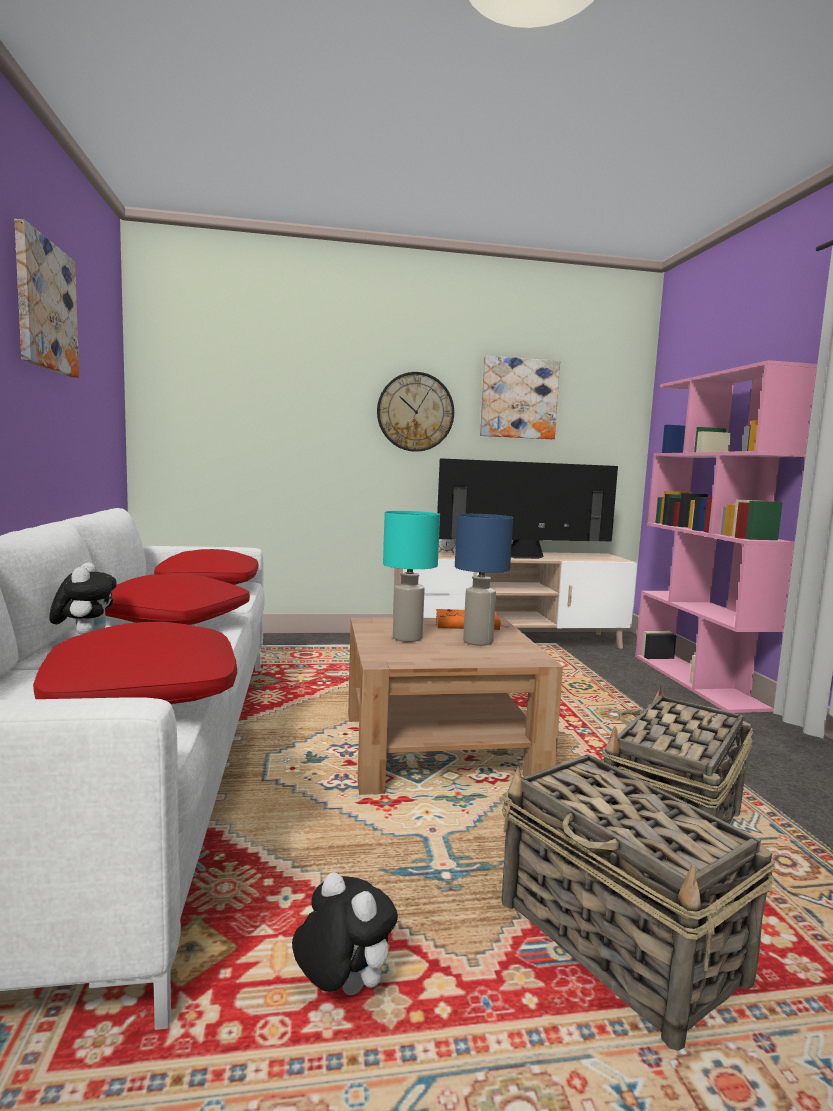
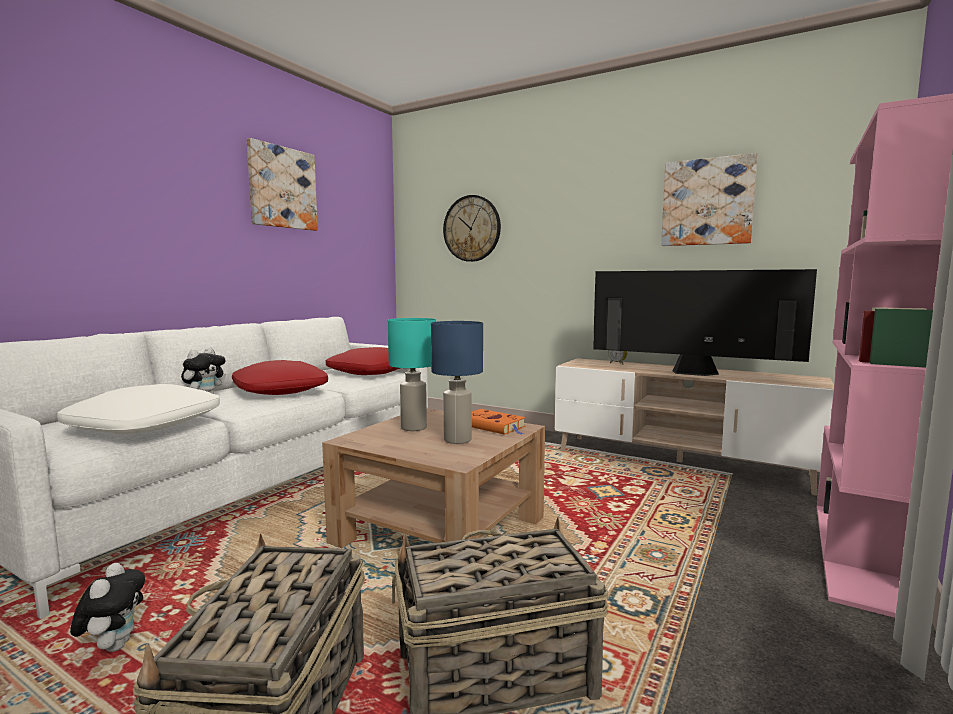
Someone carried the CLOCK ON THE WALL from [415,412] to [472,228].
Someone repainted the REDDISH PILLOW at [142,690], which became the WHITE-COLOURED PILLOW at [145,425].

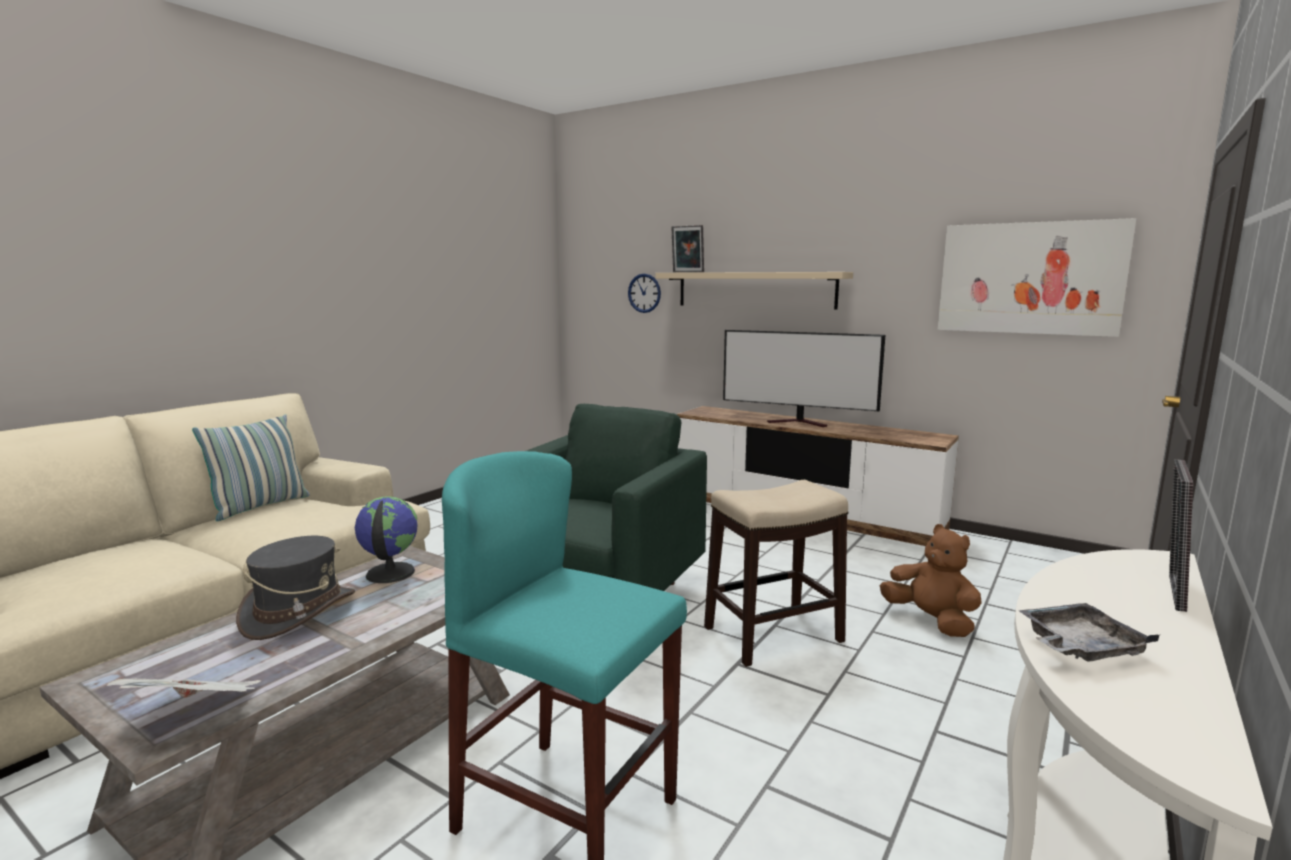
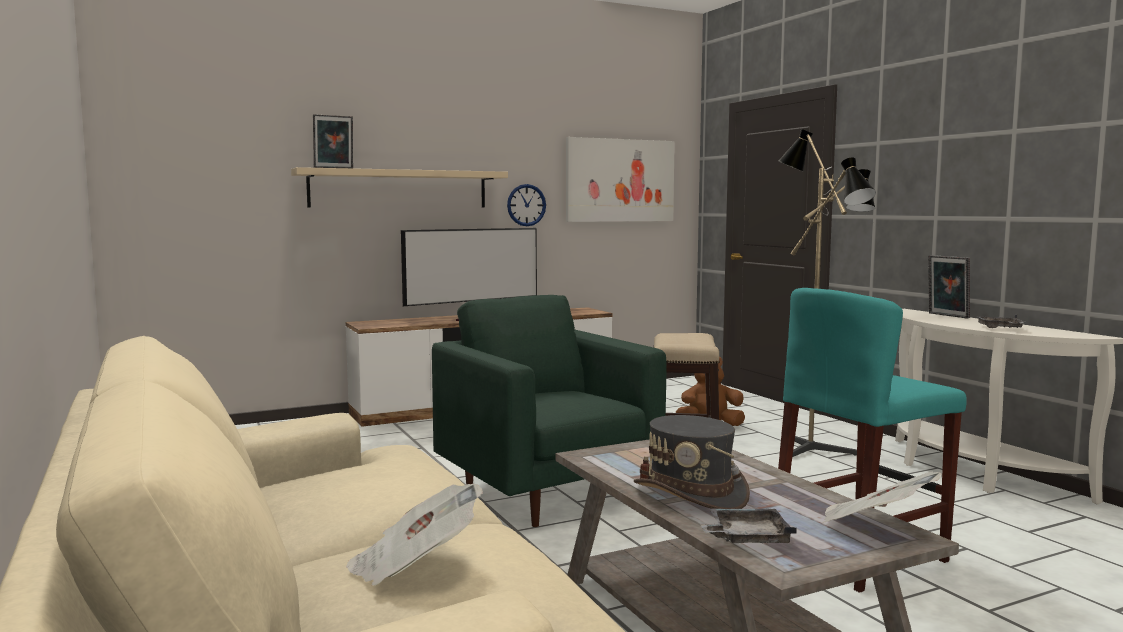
Someone took away the PILLOW at [260,506].
Someone took away the DESK GLOBE at [389,573].
Someone put down the PRINTED PAPER at [414,566].
Someone put down the GREYISH SERVING TRAY at [746,538].
Someone put down the STANDING LAMP at [818,450].
Someone carried the CLOCK ON THE WALL from [644,293] to [526,205].

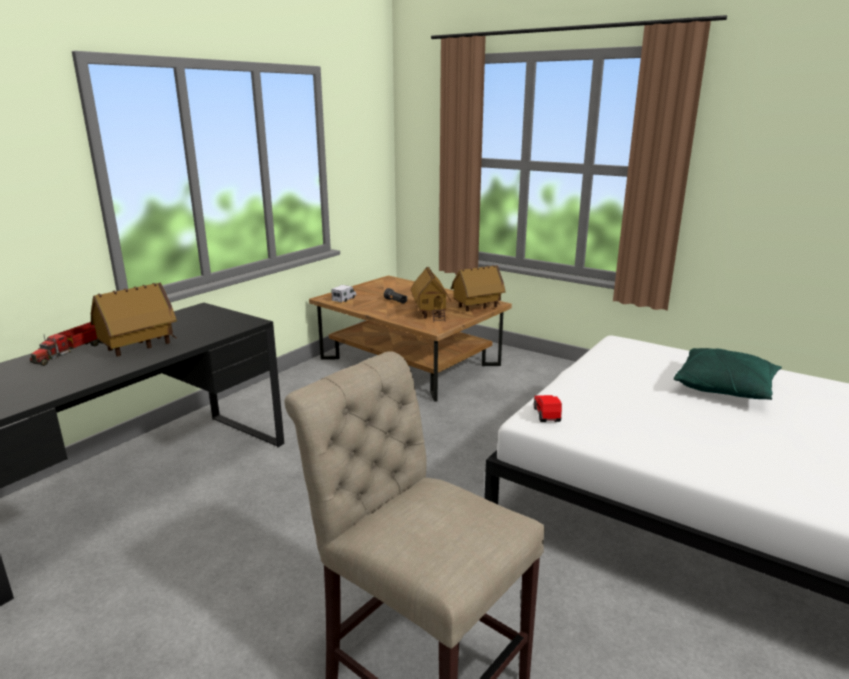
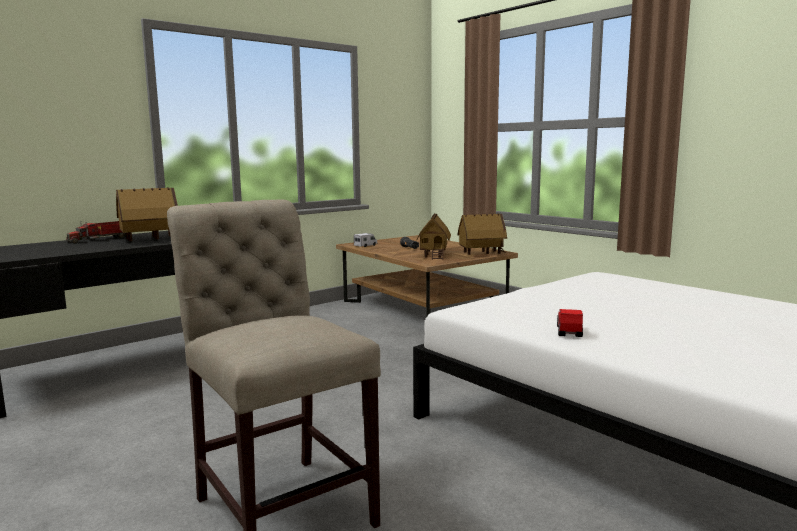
Someone took away the GREEN PILLOW at [725,388].
Someone carried the MODEL CAR from [546,415] to [569,331].

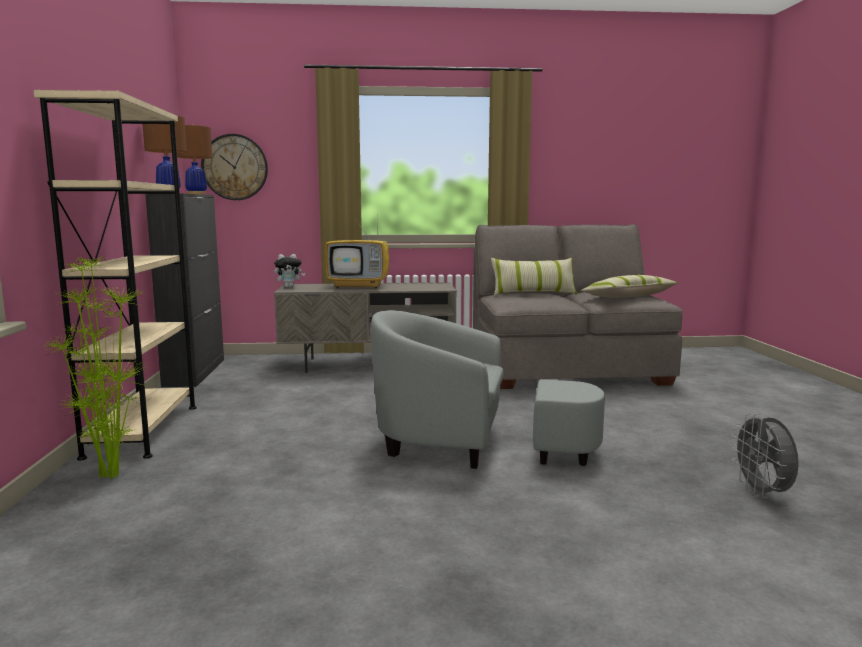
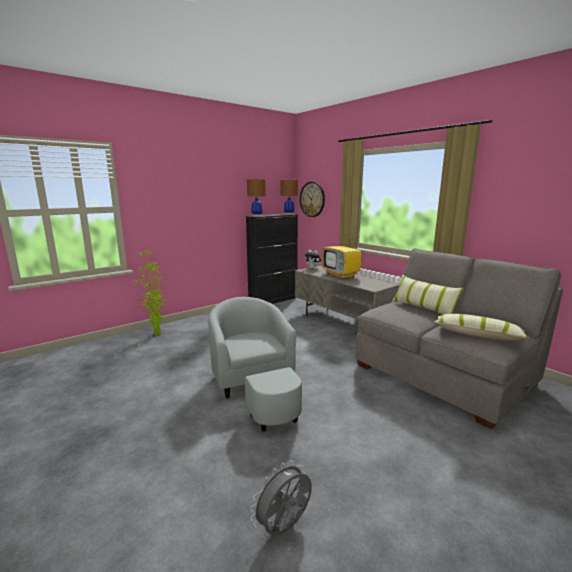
Someone took away the SAND-COLOURED BOOKSHELF at [143,430].

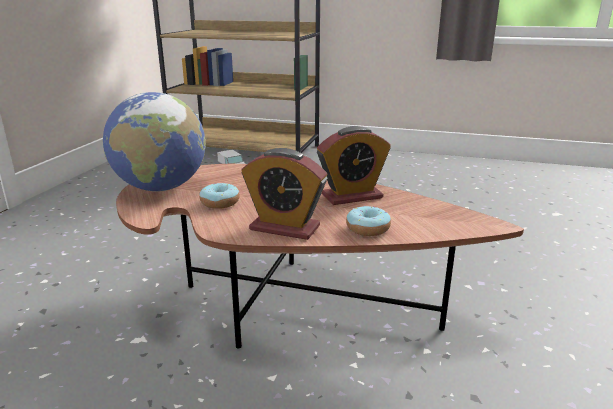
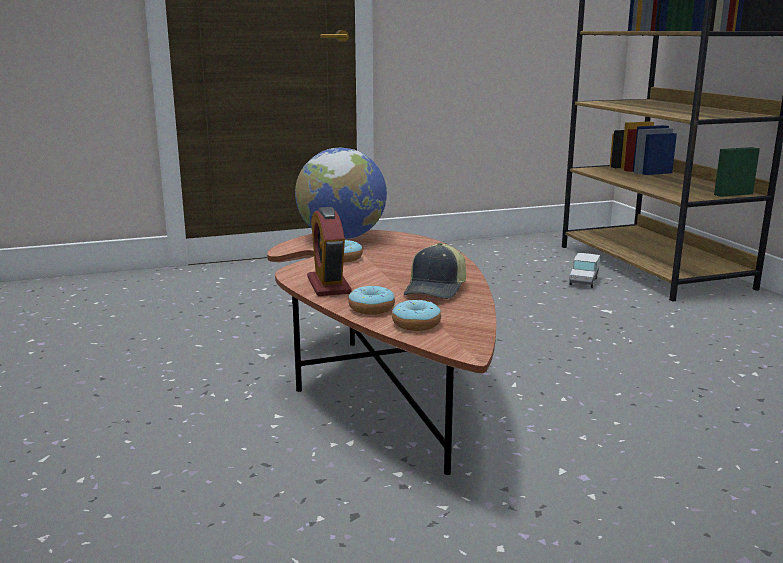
Someone put down the DONUT at [416,324].
Someone swapped the ALARM CLOCK at [352,196] for the PEAKED CAP at [436,289].

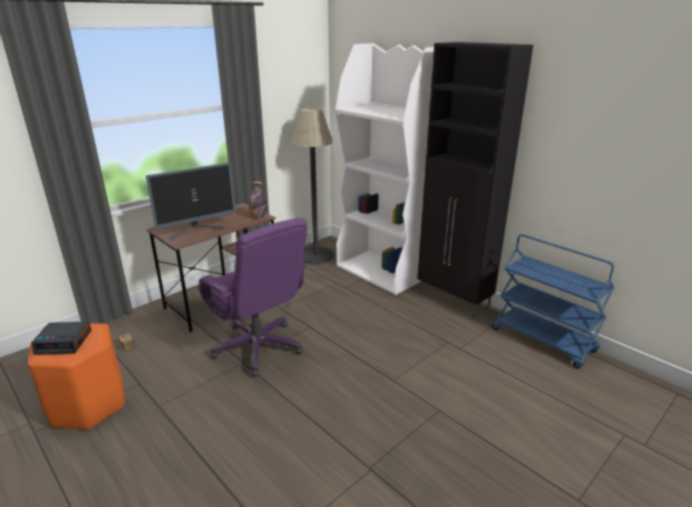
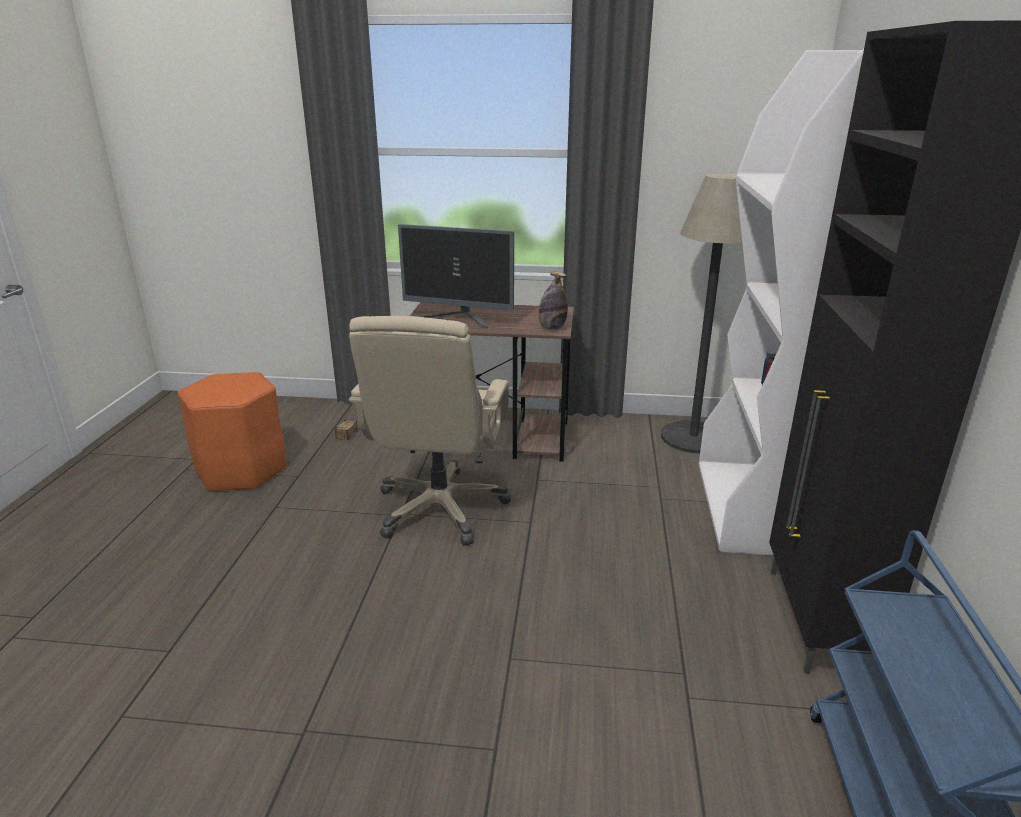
Someone took away the ALARM CLOCK at [65,342].
Someone repainted the PURPLE DESK CHAIR at [258,347], which became the SAND-COLOURED DESK CHAIR at [440,509].

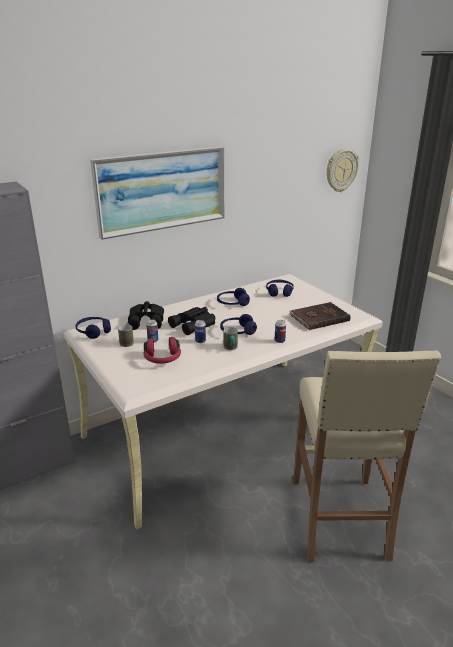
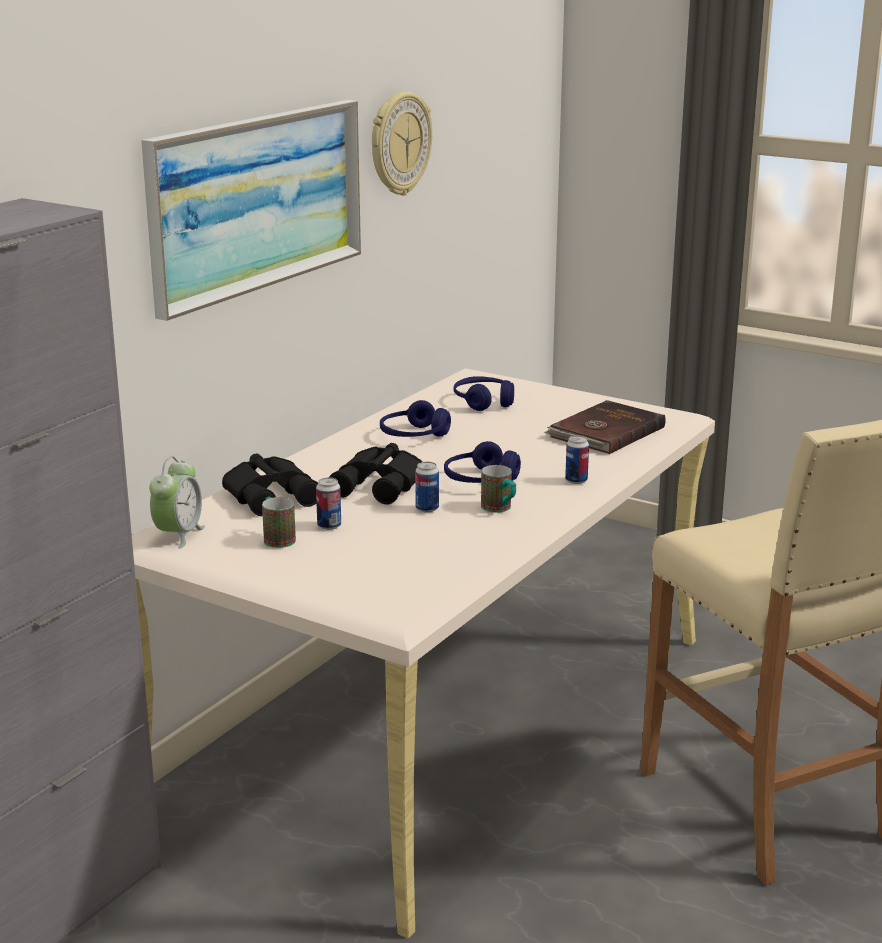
Someone took away the REDDISH HEADSET at [162,359].
Someone carried the CLOCK ON THE WALL from [341,170] to [399,143].
Someone swapped the BLUE HEADSET at [93,331] for the ALARM CLOCK at [178,535].

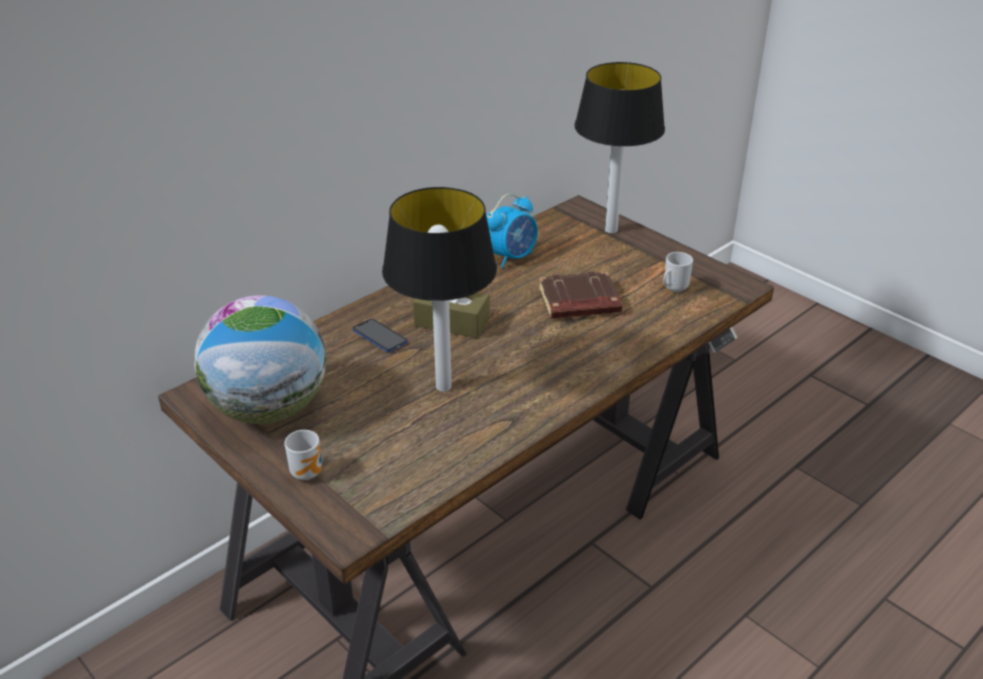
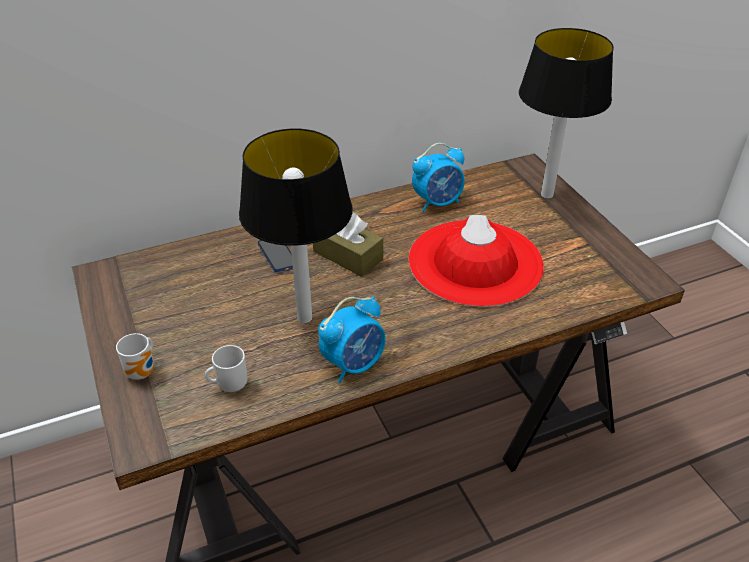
Someone took away the DESK GLOBE at [269,409].
Someone put down the ALARM CLOCK at [354,364].
Someone carried the MUG from [673,288] to [230,385].
Someone swapped the BROWN BOOK at [578,303] for the REDDISH WEARABLE HAT at [475,262].

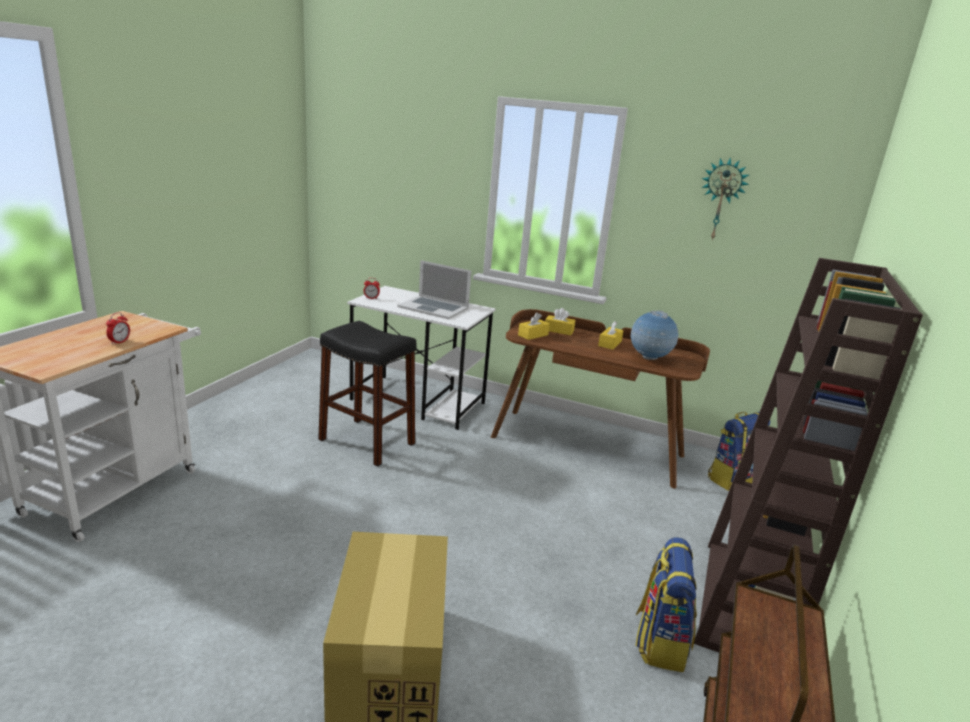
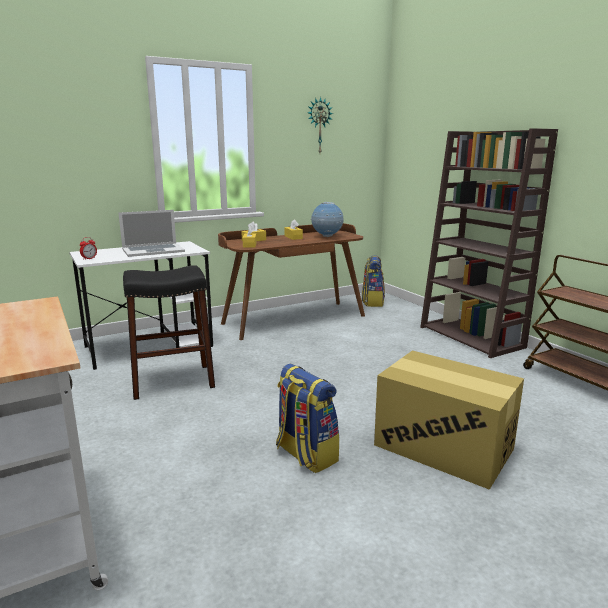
Someone took away the ALARM CLOCK at [119,342].
Someone carried the RUCKSACK from [660,641] to [305,454].

